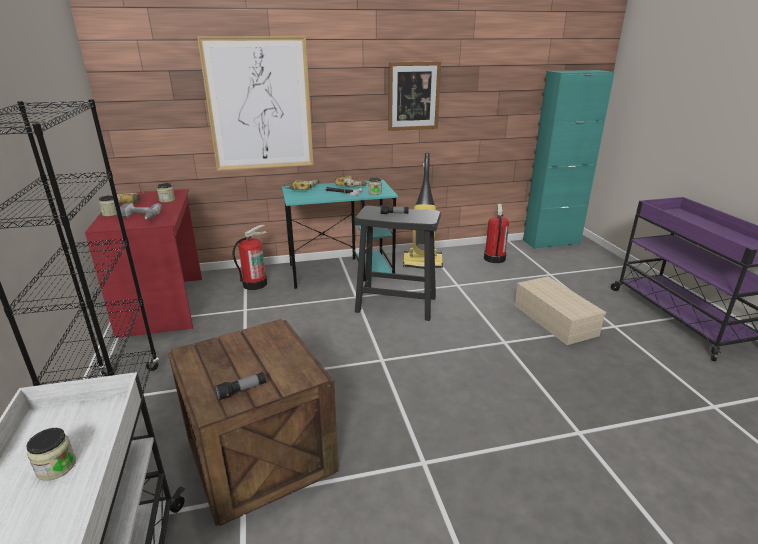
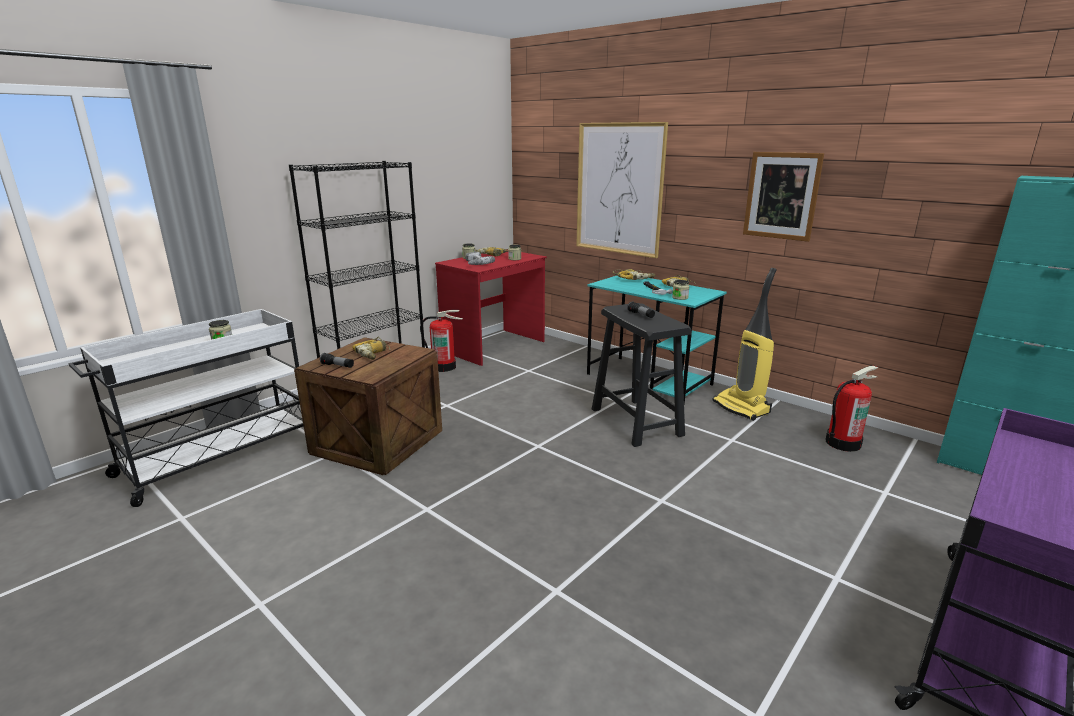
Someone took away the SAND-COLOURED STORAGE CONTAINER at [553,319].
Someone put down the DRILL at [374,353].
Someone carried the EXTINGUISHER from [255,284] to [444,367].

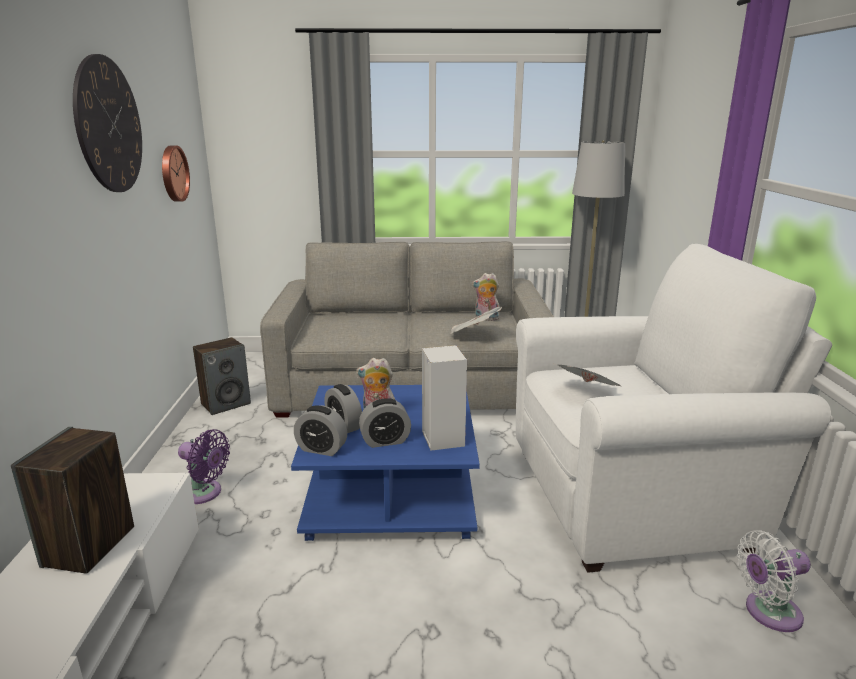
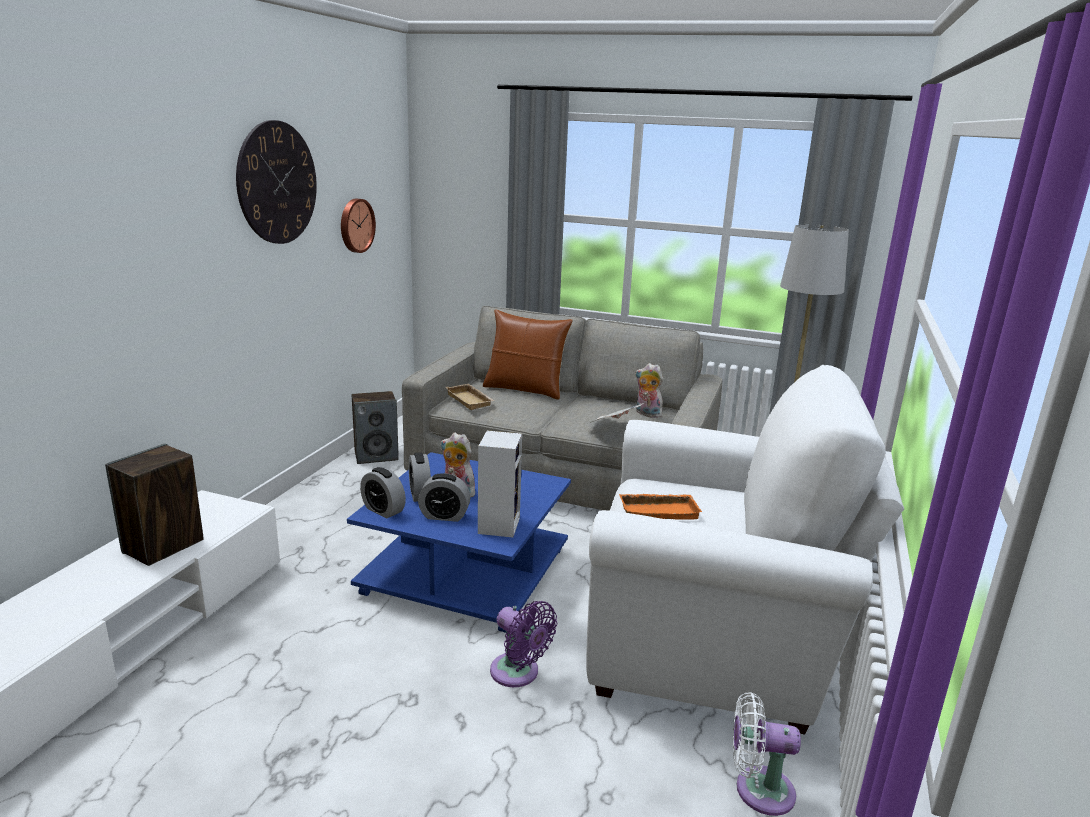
Someone put down the SAND-COLOURED SERVING TRAY at [471,400].
Someone put down the BROWN PILLOW at [525,389].
Someone carried the PURPLE ELECTRIC FAN from [204,493] to [518,673].
Someone swapped the PRINTED PAPER at [588,393] for the ORANGE SERVING TRAY at [659,511].

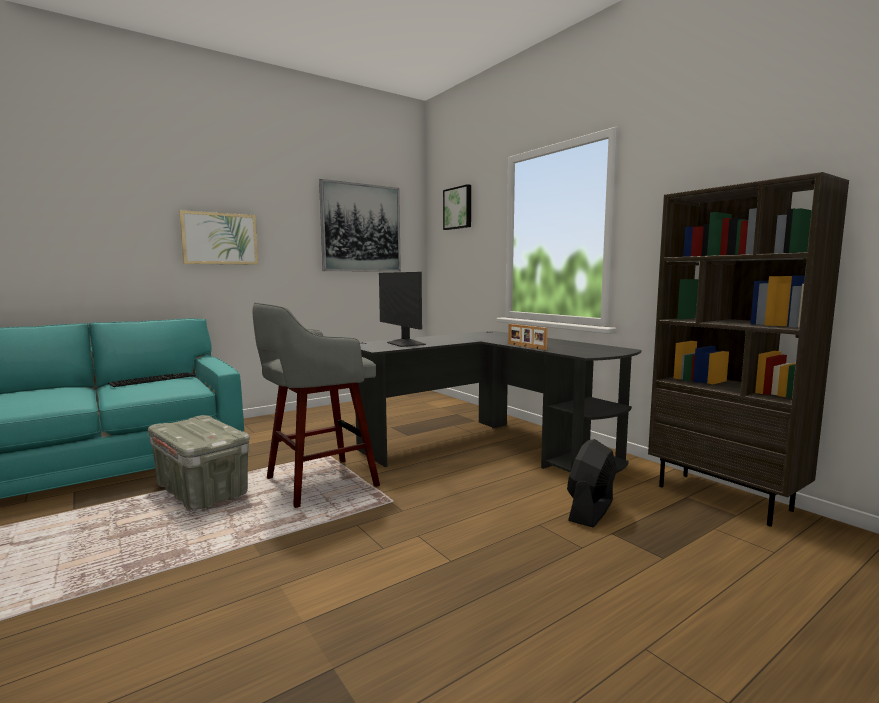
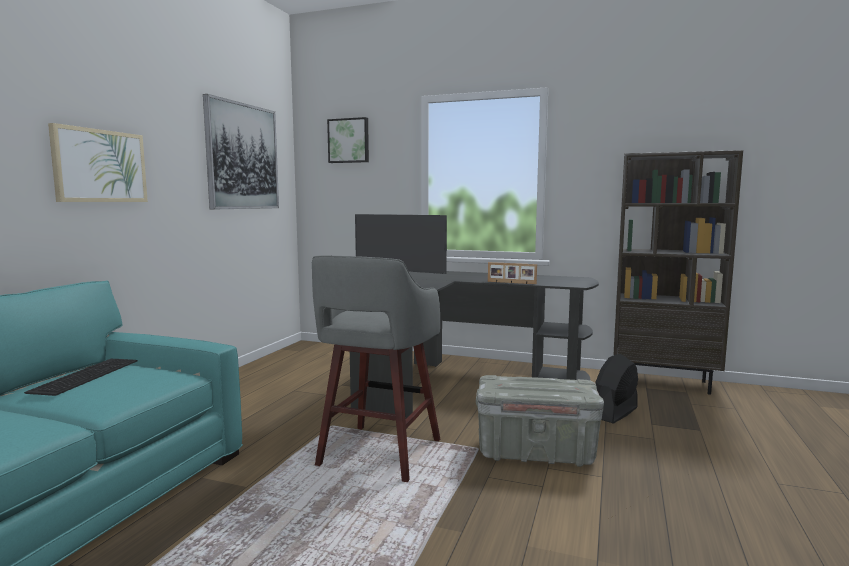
Someone carried the GREYISH STORAGE CONTAINER from [201,491] to [535,453].
Someone rotated the BLACK-COLOURED ELECTRIC FAN at [591,510] by 45 degrees clockwise.

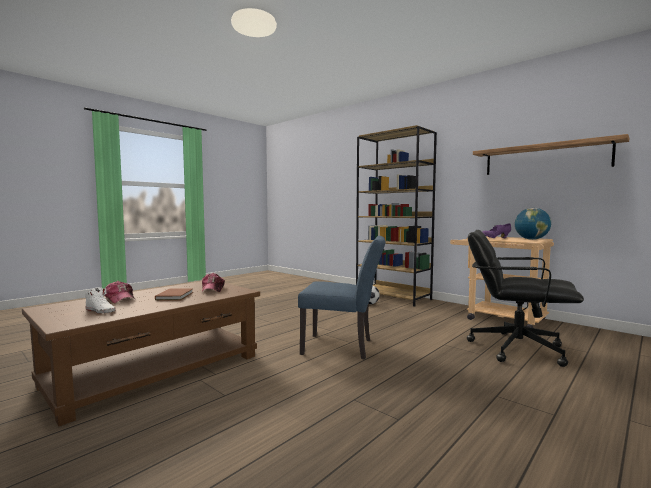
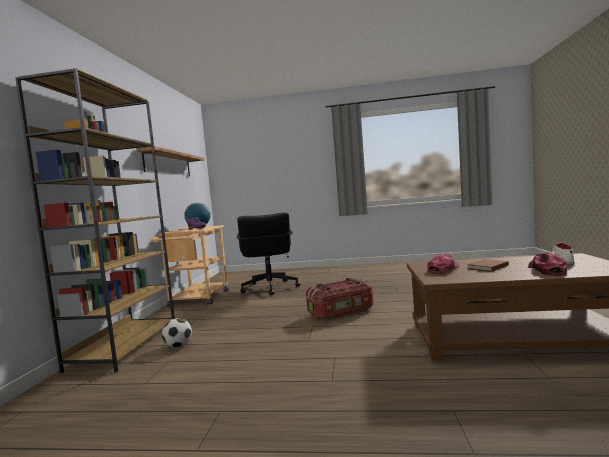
Someone swapped the BLUE CHAIR at [343,347] for the STORAGE CONTAINER at [341,312].

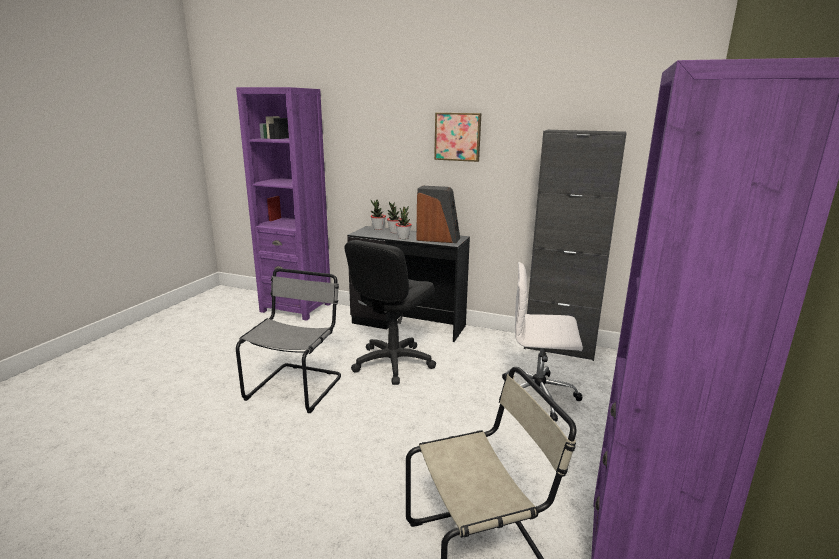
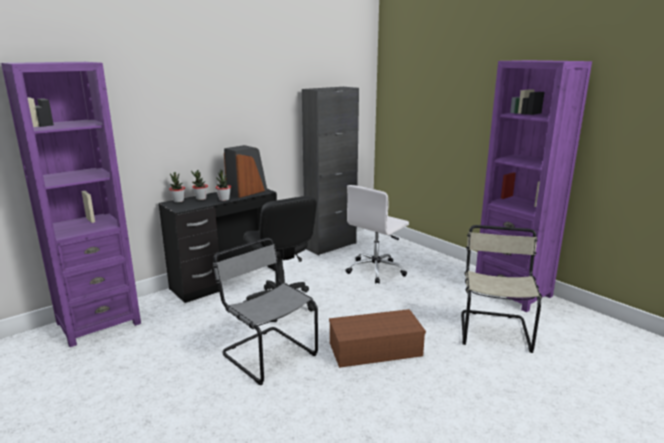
Someone took away the PICTURE at [458,136].
Someone put down the BROWN STORAGE CONTAINER at [376,348].

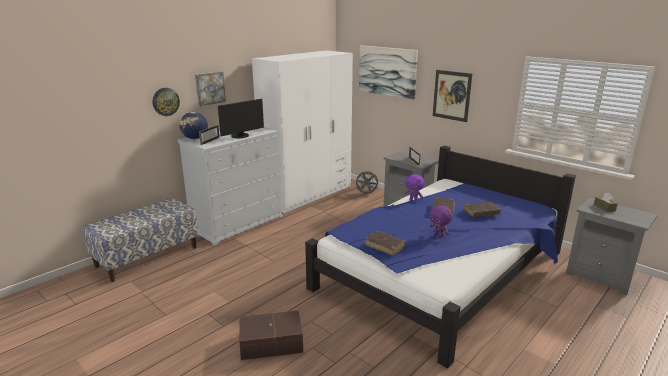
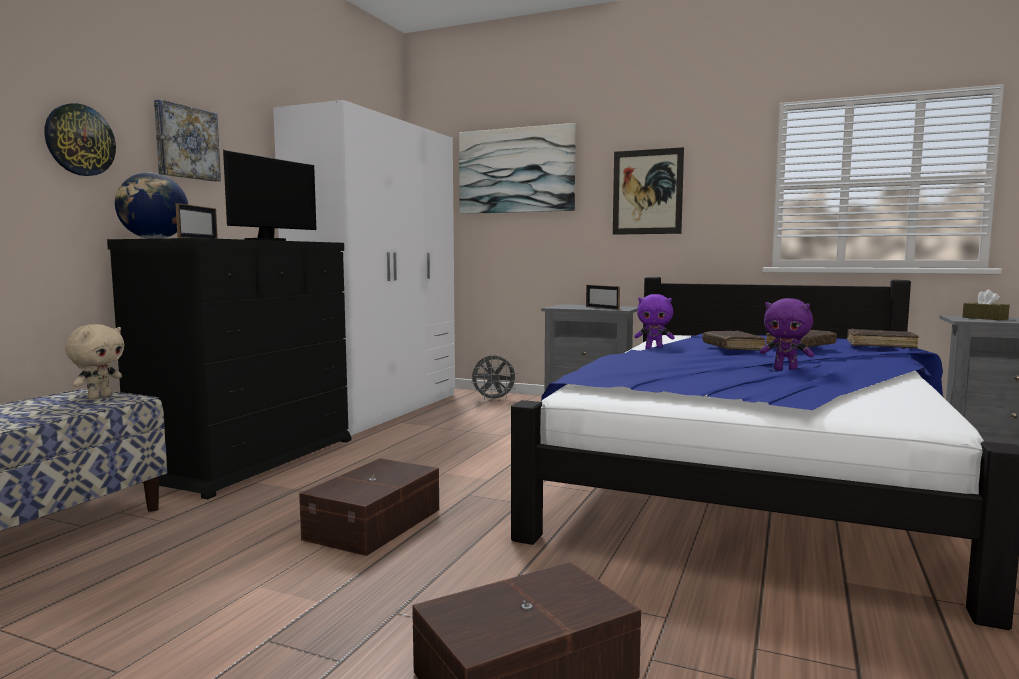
Someone put down the SAND-COLOURED PLUSH TOY at [99,397].
Someone put down the BROWN STORAGE CONTAINER at [376,524].
Someone carried the BROWN BOOK from [384,246] to [880,345].
Someone repainted the WHITE-COLOURED CHEST OF DRAWERS at [237,222], which became the BLACK-COLOURED CHEST OF DRAWERS at [248,459].

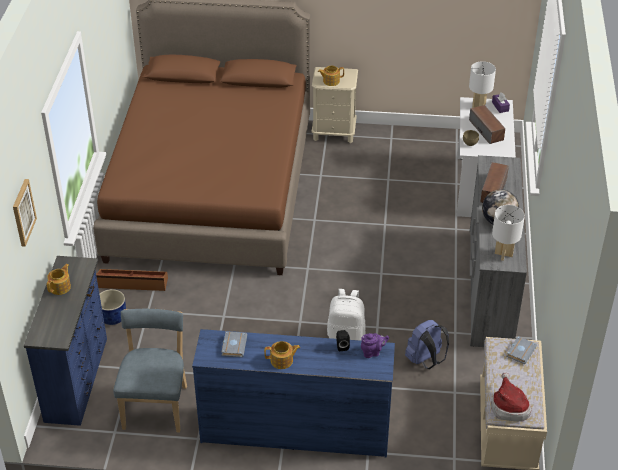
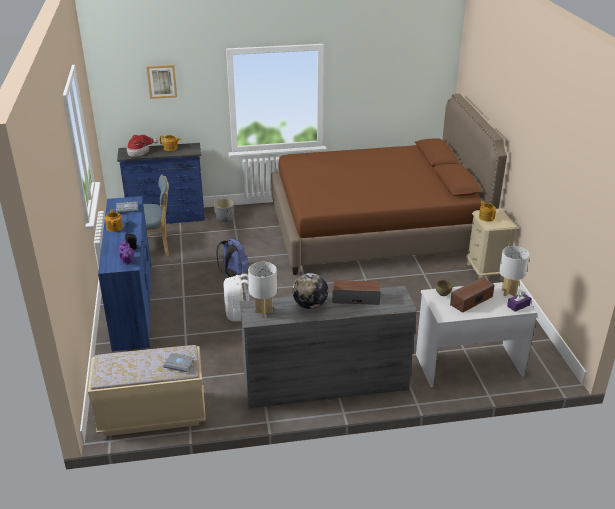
Someone took away the BROWN STORAGE CONTAINER at [132,283].
Someone carried the BLUE RUCKSACK from [426,360] to [233,273].
Someone carried the WEARABLE HAT from [509,407] to [139,152].
Someone repainted the BLUE PLANT POT at [112,317], which became the GREYISH PLANT POT at [224,218].

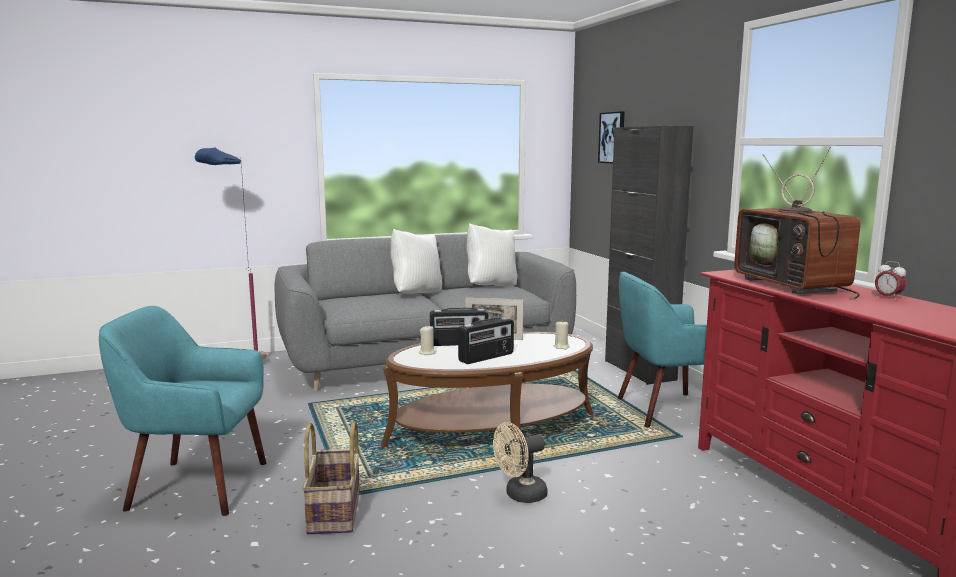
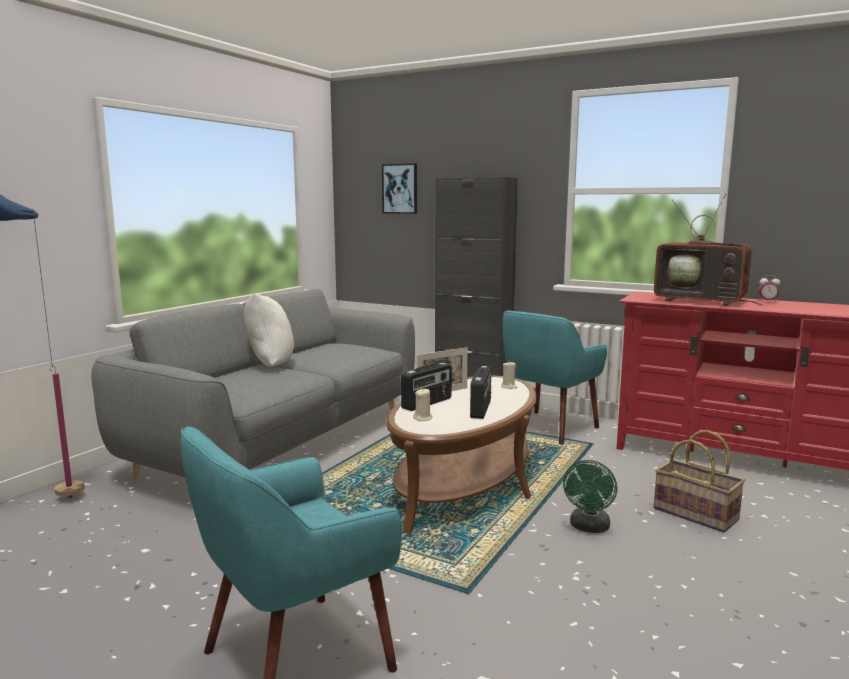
Someone took away the WHITE-COLOURED PILLOW at [491,286].
Someone carried the STORAGE BASKET from [335,512] to [696,514].
Someone repainted the SAND-COLOURED ELECTRIC FAN at [520,495], which became the GREEN ELECTRIC FAN at [589,528].

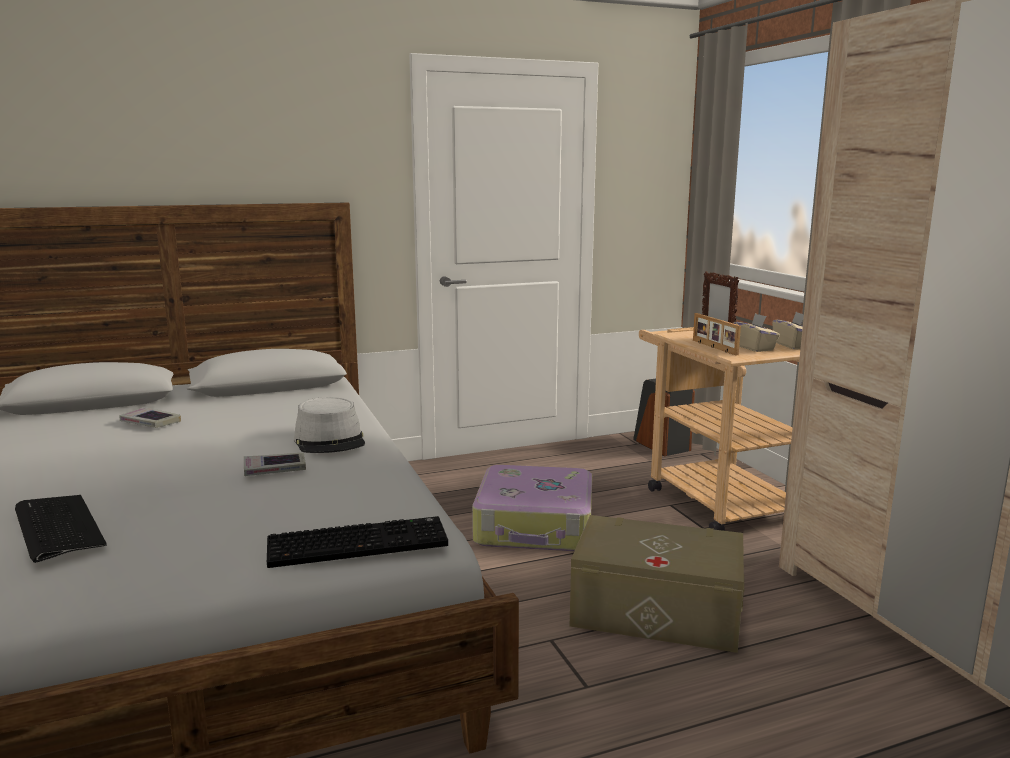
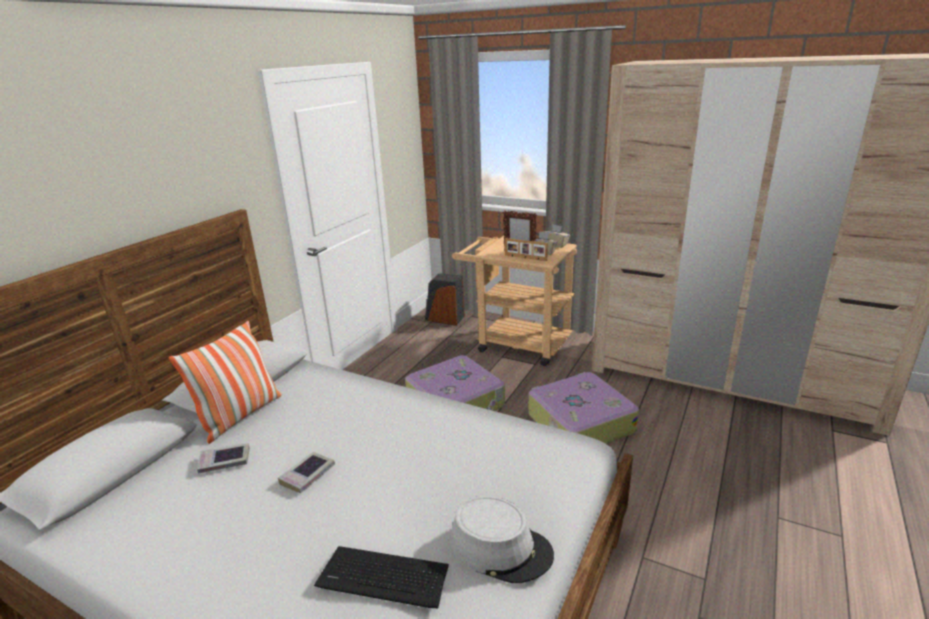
Someone took away the KEYBOARD at [359,543].
Someone put down the PILLOW at [240,415].
Someone carried the BOOK from [275,469] to [307,475].
Someone carried the GREYISH WEARABLE HAT from [330,440] to [500,548].
Someone swapped the SAND-COLOURED STORAGE CONTAINER at [656,611] for the TRAVEL CASE at [579,423].

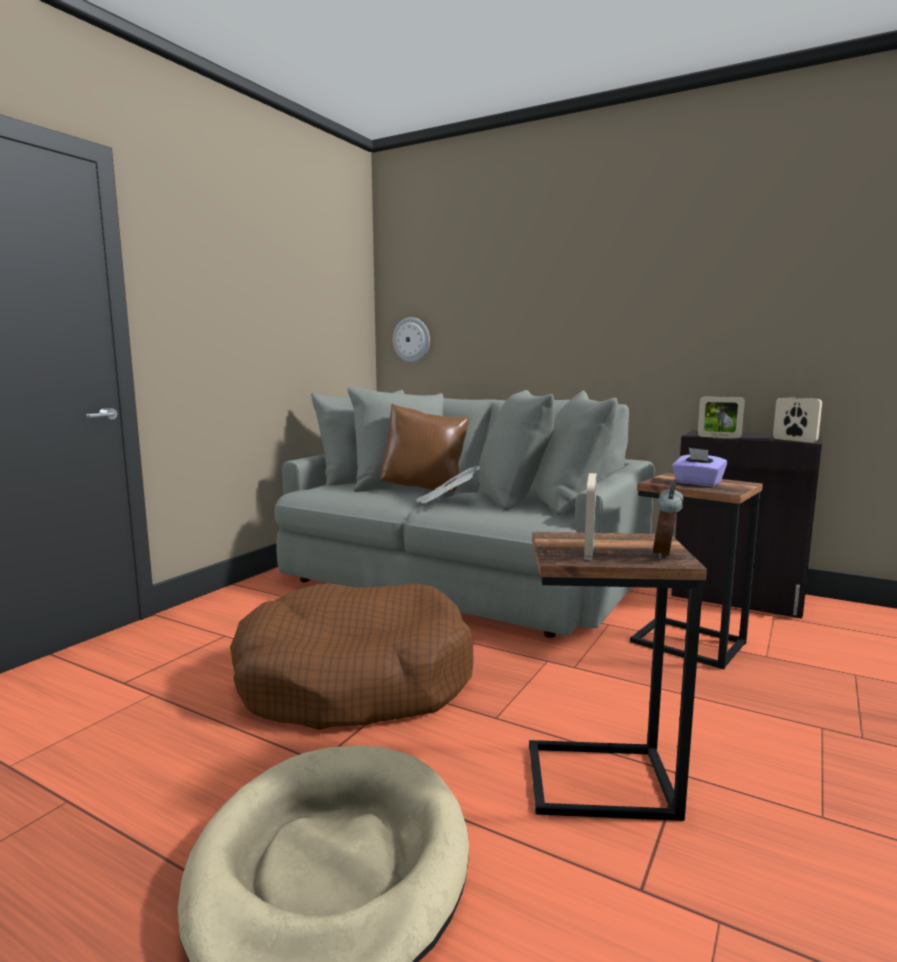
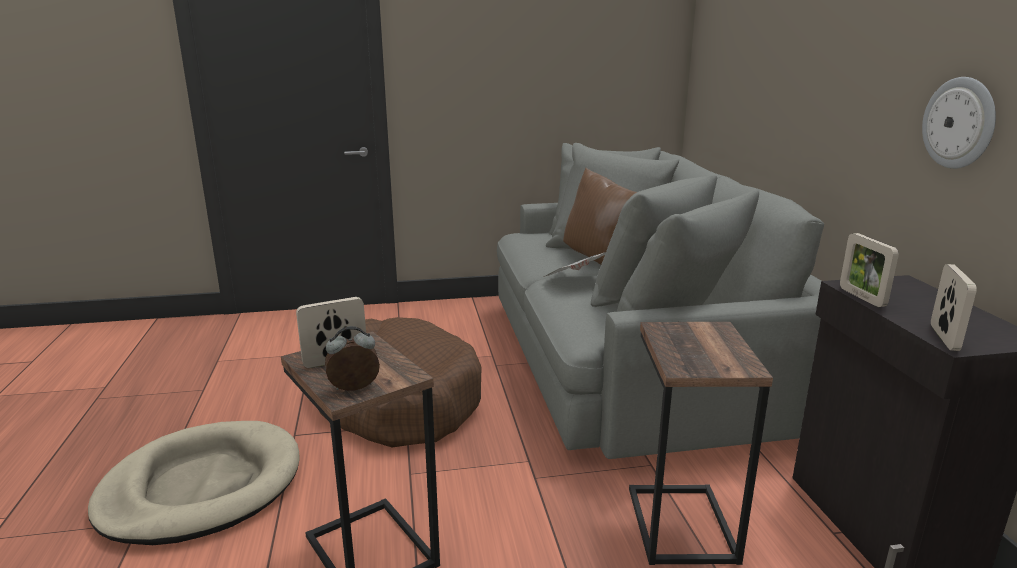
Someone took away the PURPLE TISSUE BOX at [697,483].
Someone carried the CLOCK ON THE WALL from [412,340] to [959,123].

